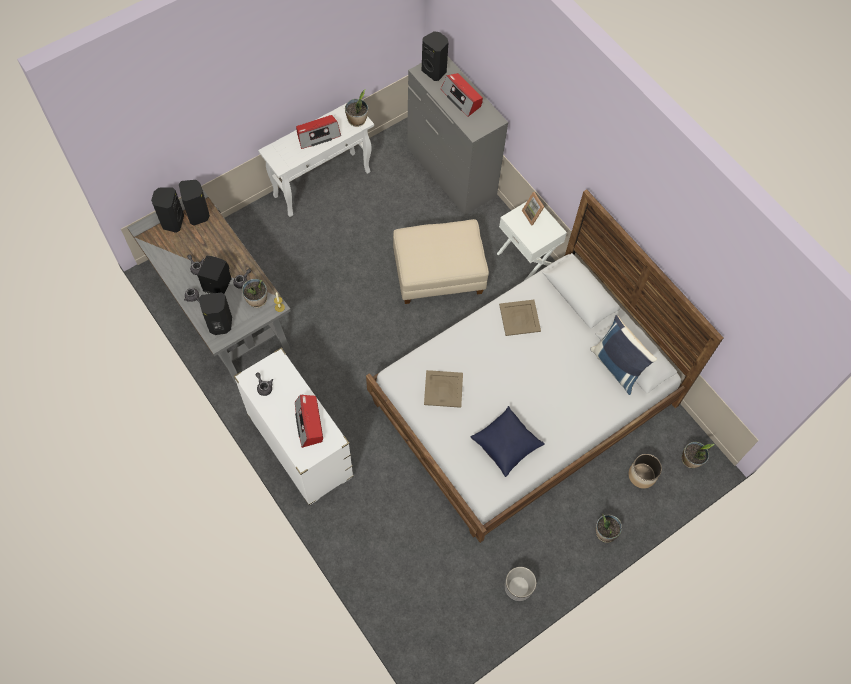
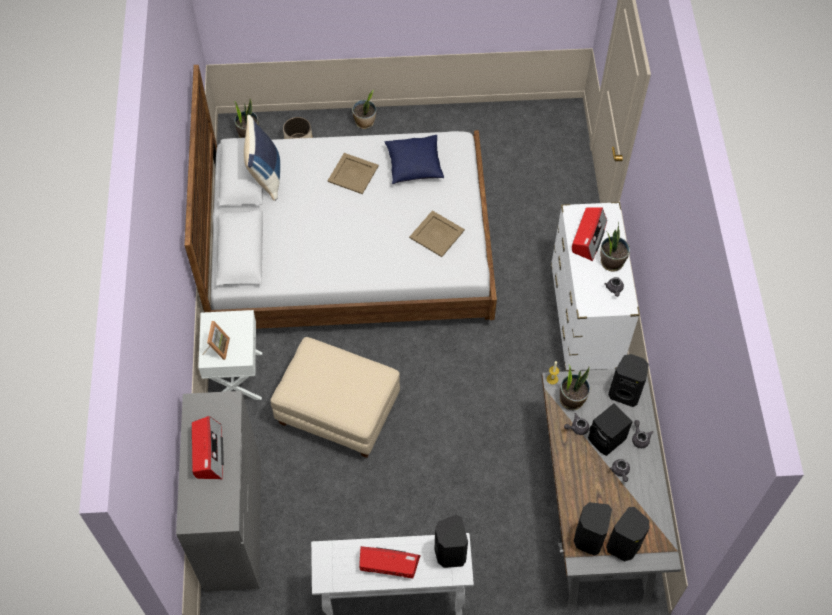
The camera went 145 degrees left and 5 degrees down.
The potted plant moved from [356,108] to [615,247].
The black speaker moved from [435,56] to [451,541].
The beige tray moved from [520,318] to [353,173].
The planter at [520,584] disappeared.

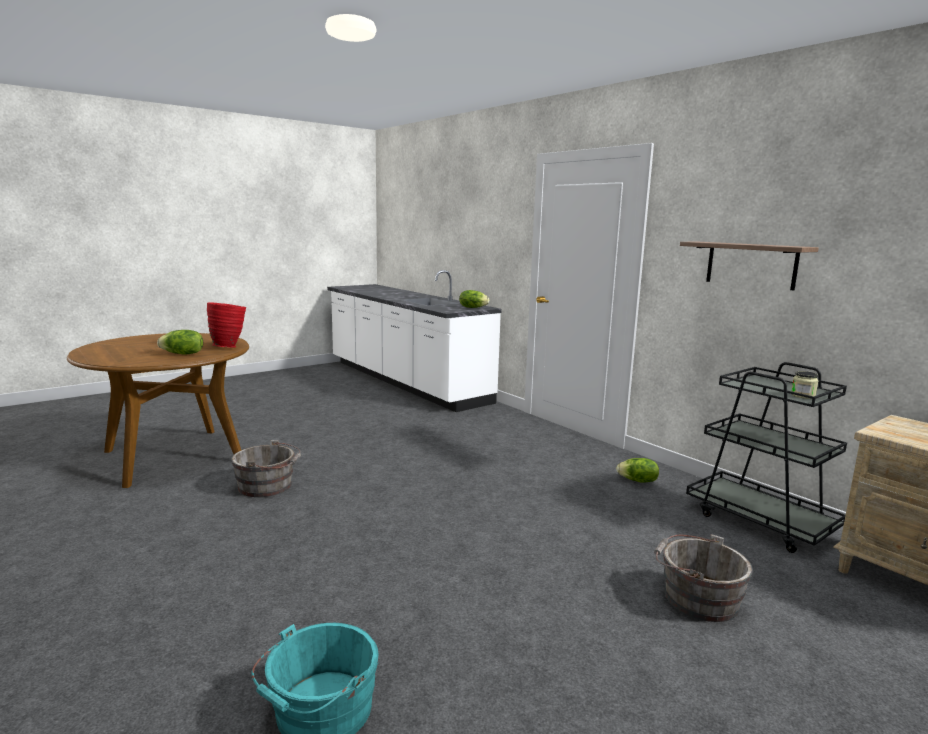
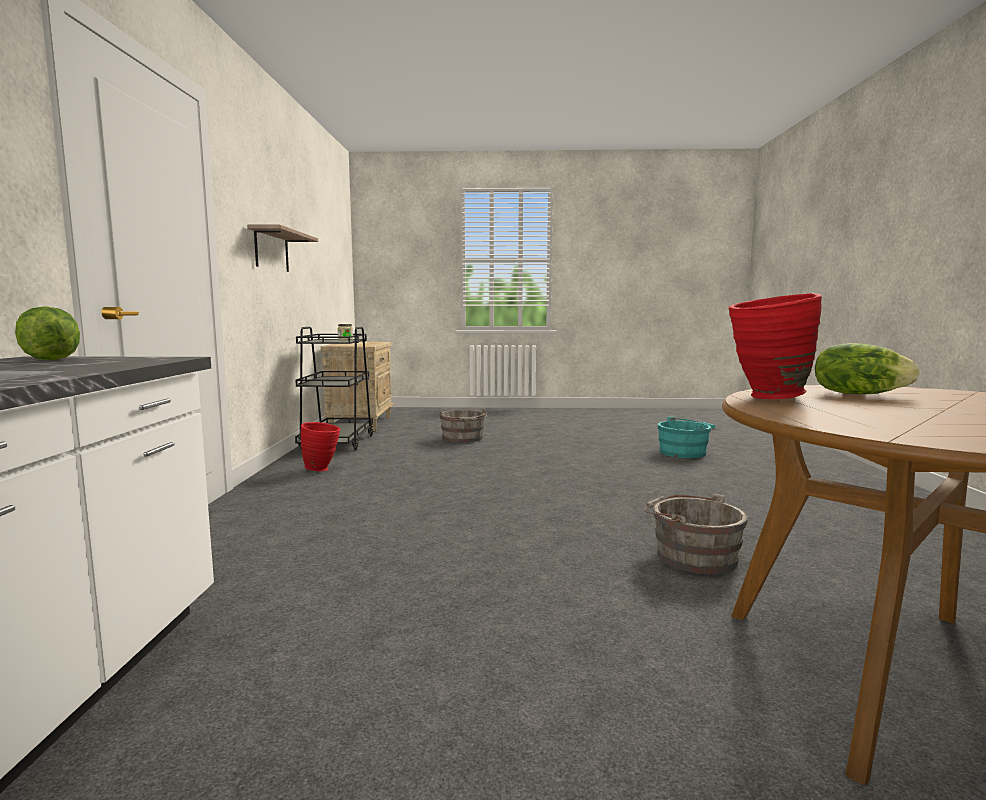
The camera went 140 degrees left and 5 degrees down.
The lettuce at [637,470] was replaced by the red vase at [320,447].

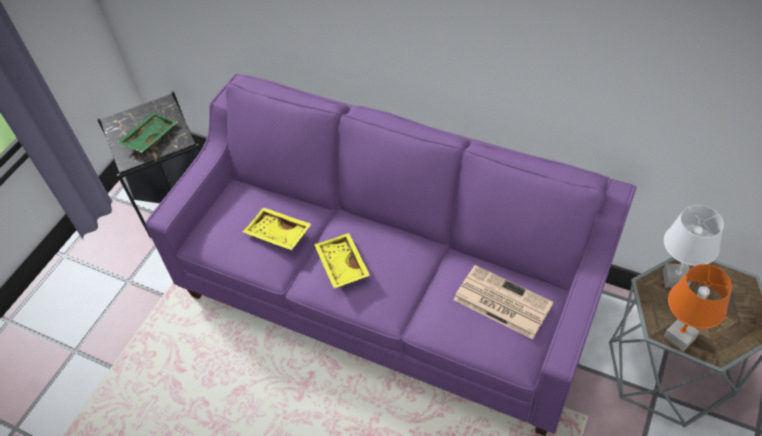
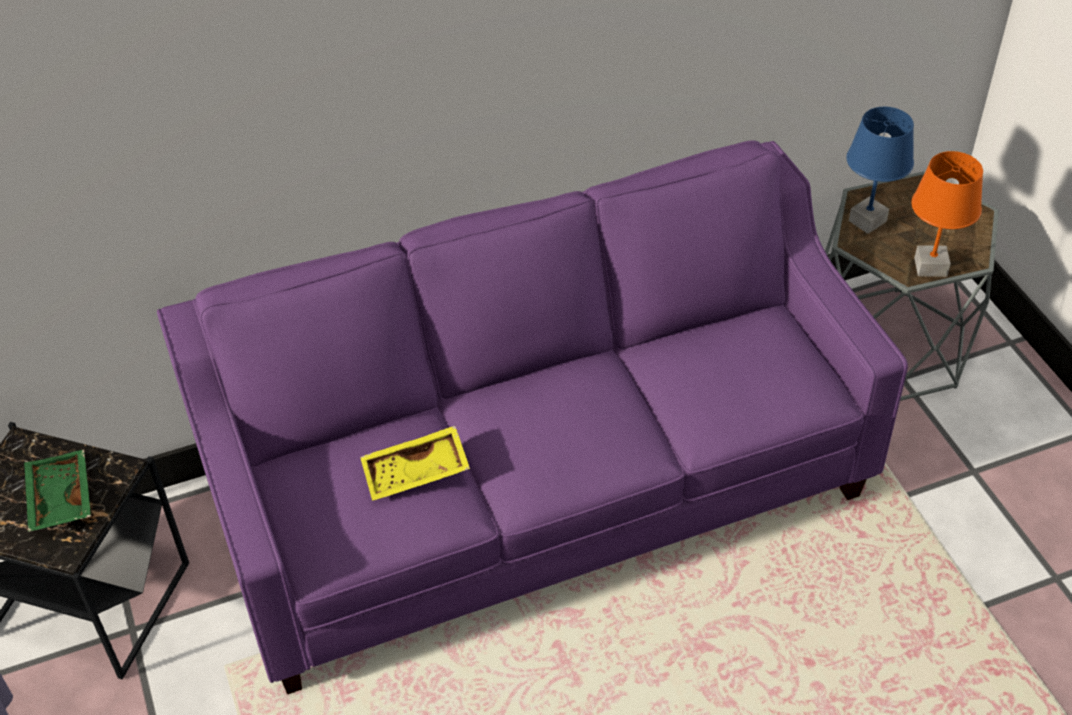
The camera went 50 degrees left and 5 degrees down.
The yellow tray at [342,260] disappeared.
The newspaper at [503,302] disappeared.
The white table lamp at [693,246] became the blue table lamp at [880,170].

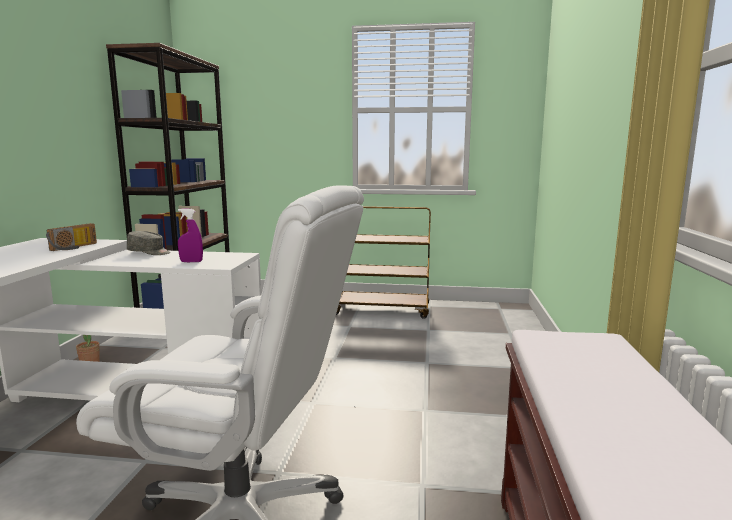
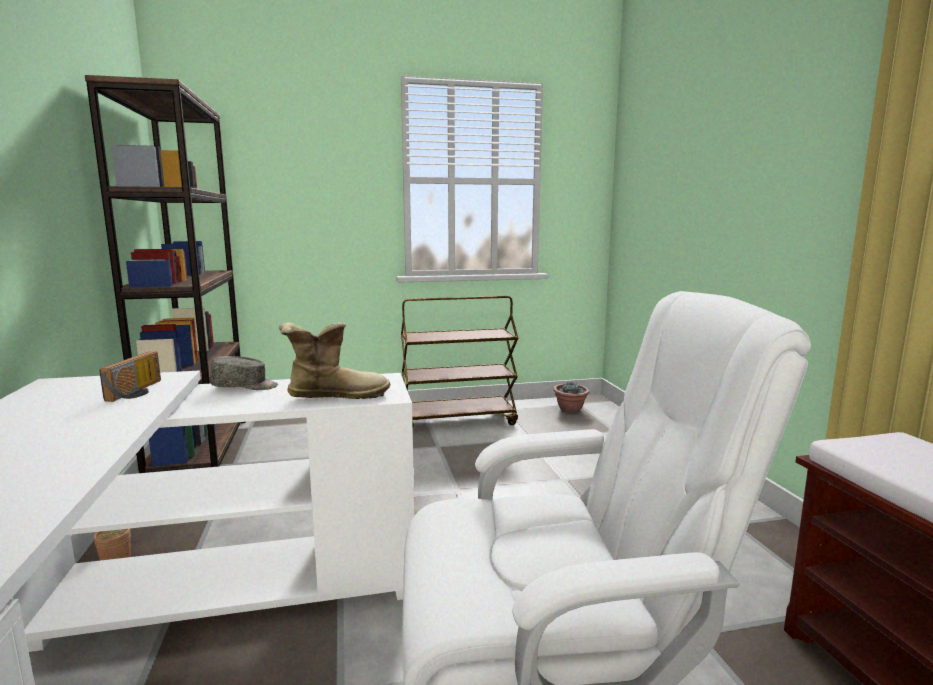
The camera went 20 degrees left and 0 degrees up.
The purple spray bottle at [190,235] was replaced by the boot at [334,360].
The potted plant at [571,397] appeared.

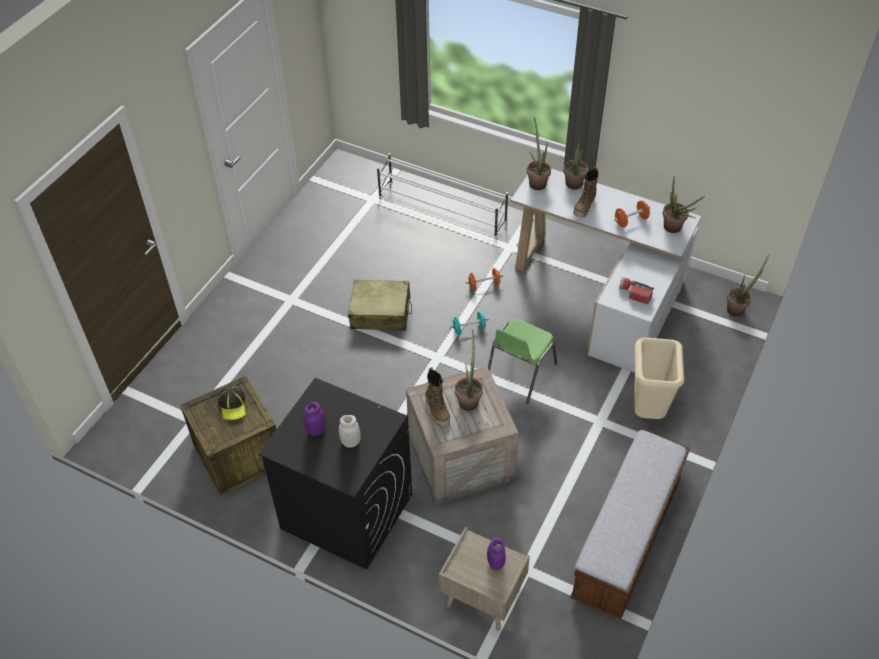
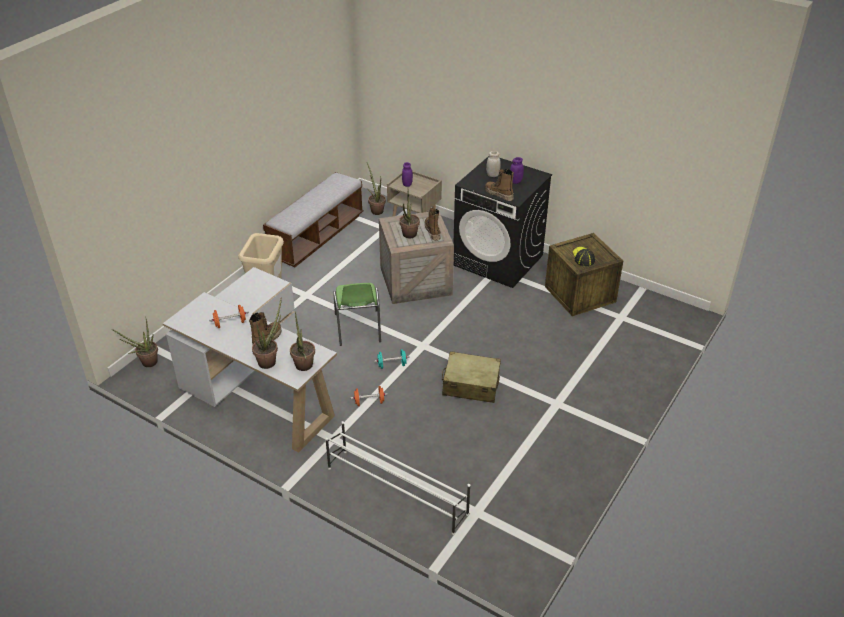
The camera went 175 degrees left and 10 degrees down.
The green chair at [522,361] turned 135 degrees clockwise.
The flashlight at [636,290] disappeared.
The potted plant moved from [684,205] to [376,189].
The boot at [499,185] appeared.

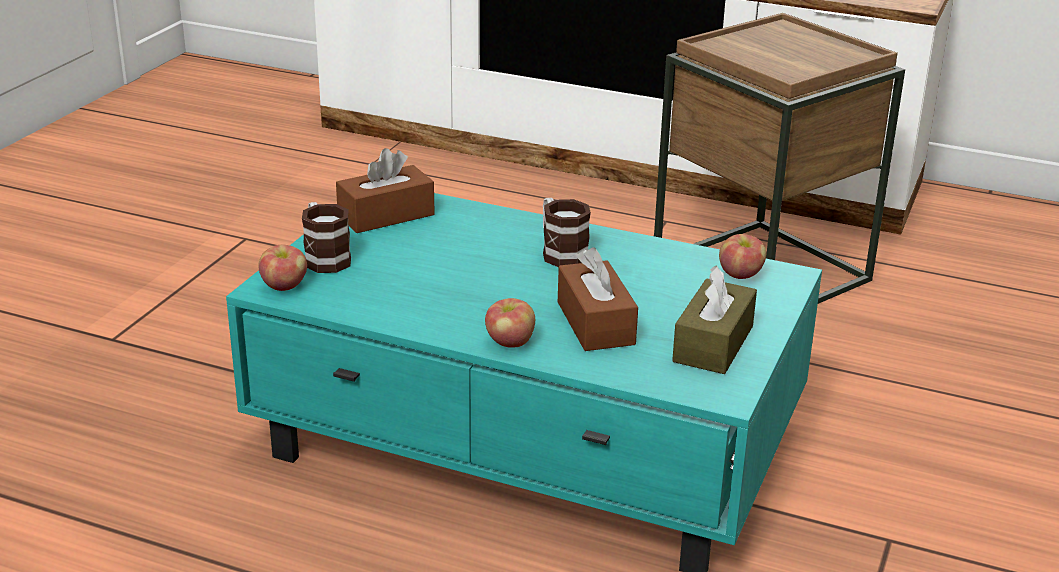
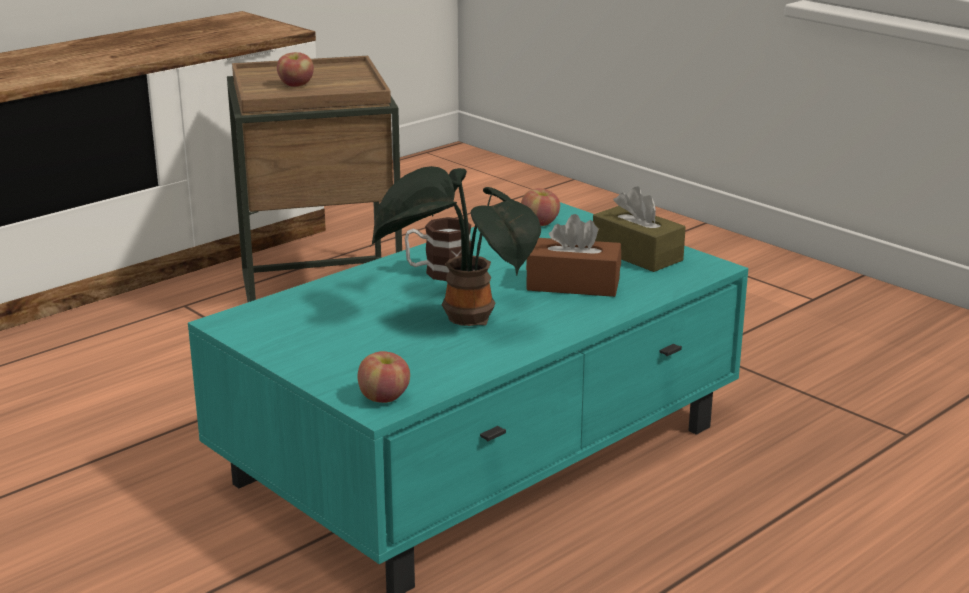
The camera went 65 degrees left and 5 degrees down.
The mug at [326,237] disappeared.
The brown tissue box at [385,190] disappeared.
The apple moved from [510,323] to [295,69].
The potted plant at [456,246] appeared.

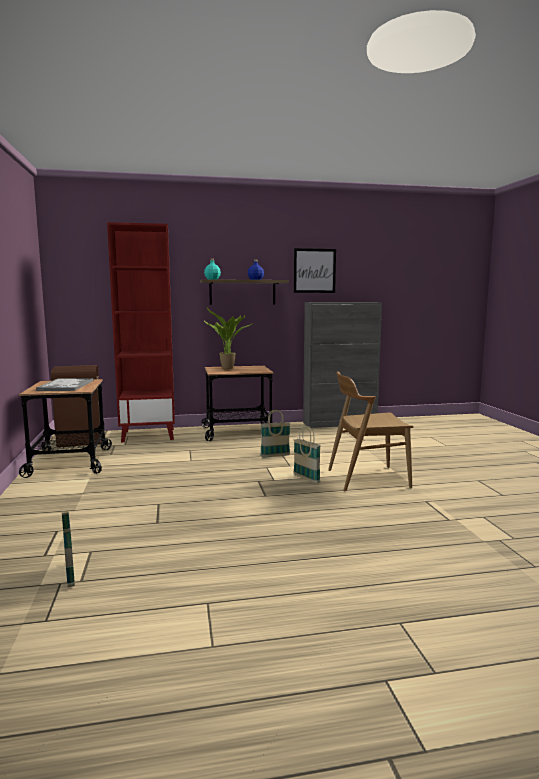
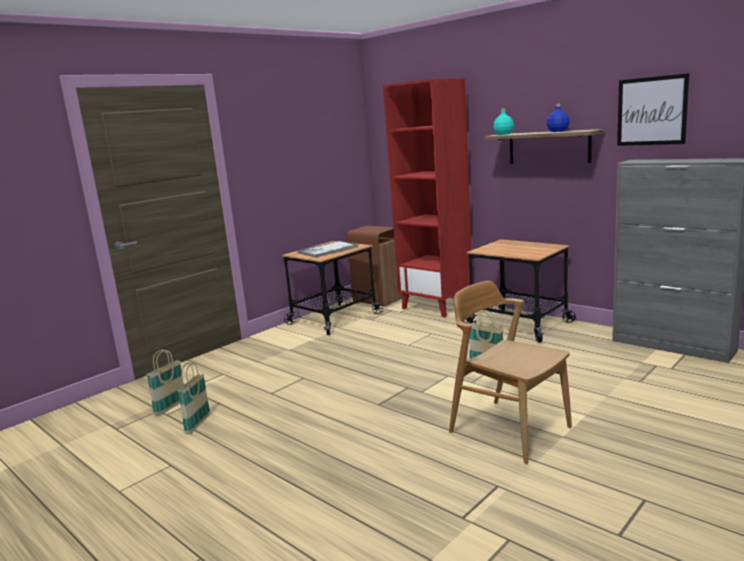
The camera went 55 degrees right and 5 degrees up.
The potted plant at [228,338] disappeared.
The basket moved from [307,454] to [193,398].

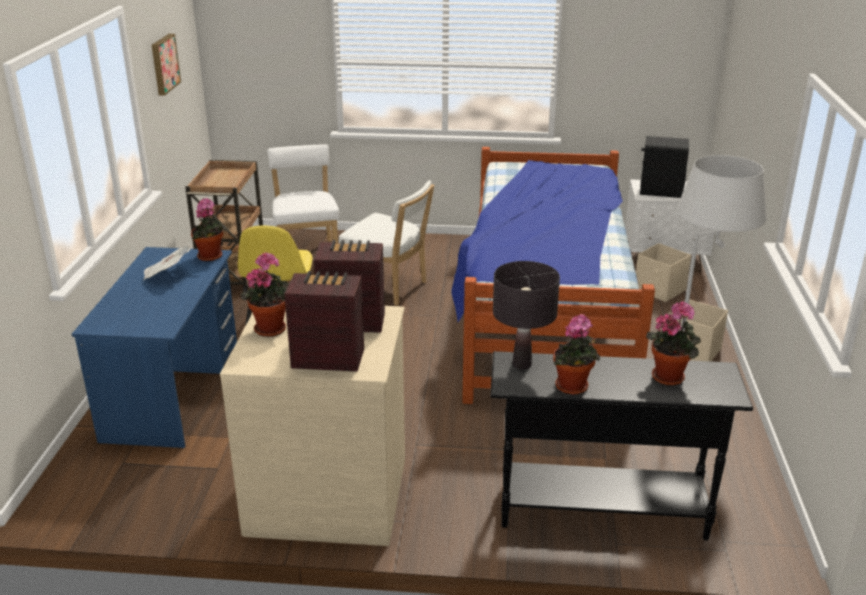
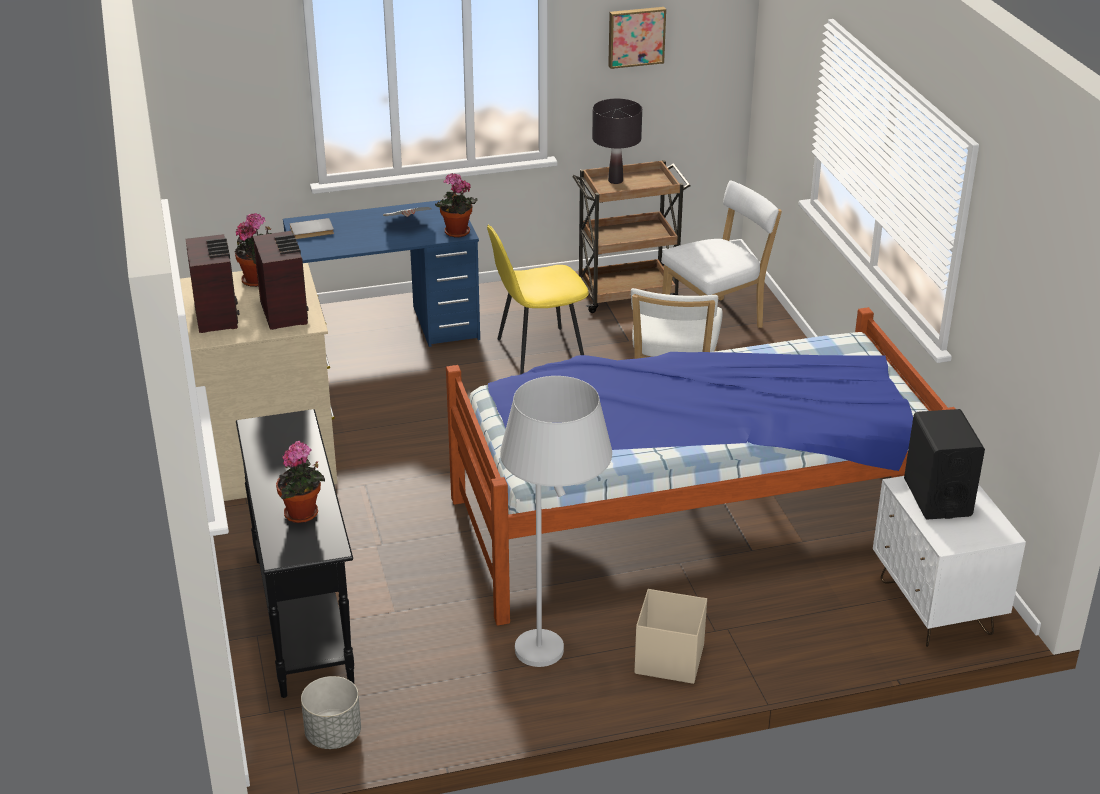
The camera went 70 degrees right and 5 degrees up.
The black table lamp moved from [526,315] to [617,141].
The potted plant at [576,354] disappeared.
The beige storage box at [663,272] disappeared.
The grey book at [312,228] appeared.
The grey planter at [331,712] appeared.

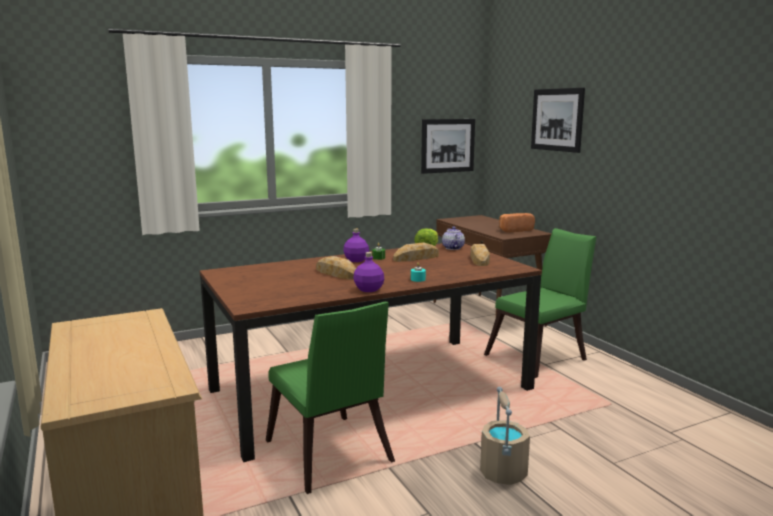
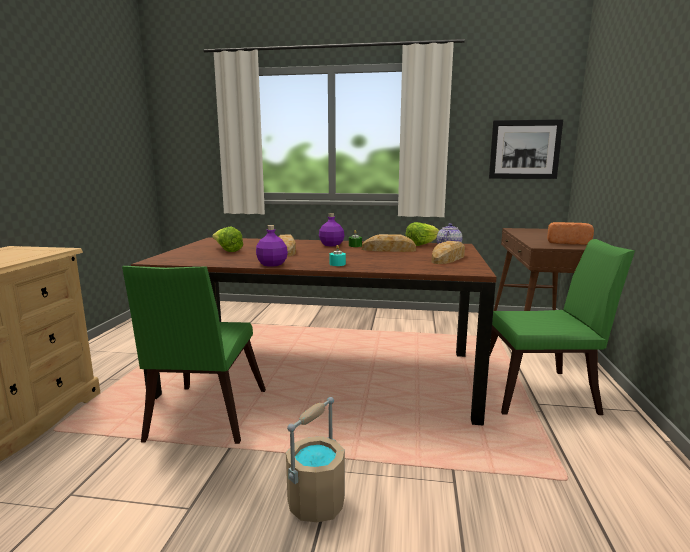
The camera went 35 degrees right and 0 degrees up.
The picture at [558,120] disappeared.
The lettuce at [227,239] appeared.

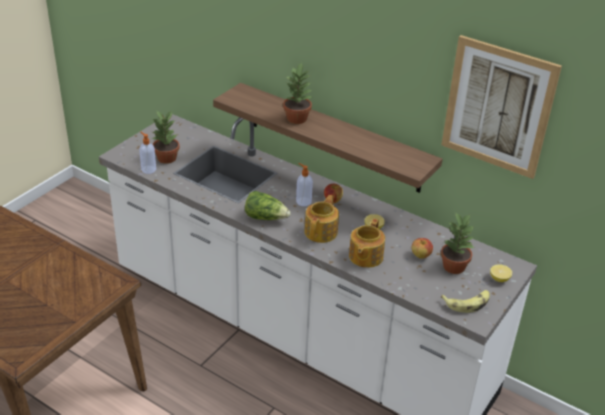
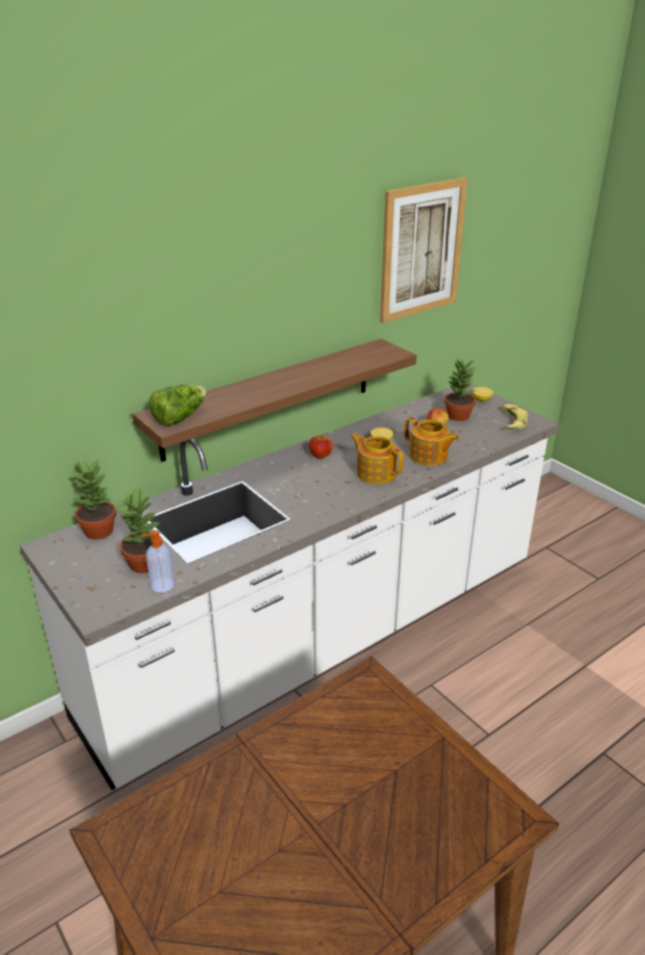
The camera went 70 degrees left and 5 degrees down.
The lettuce moved from [268,205] to [178,405].
The potted plant moved from [297,93] to [92,499].
The soap dispenser at [304,184] disappeared.

